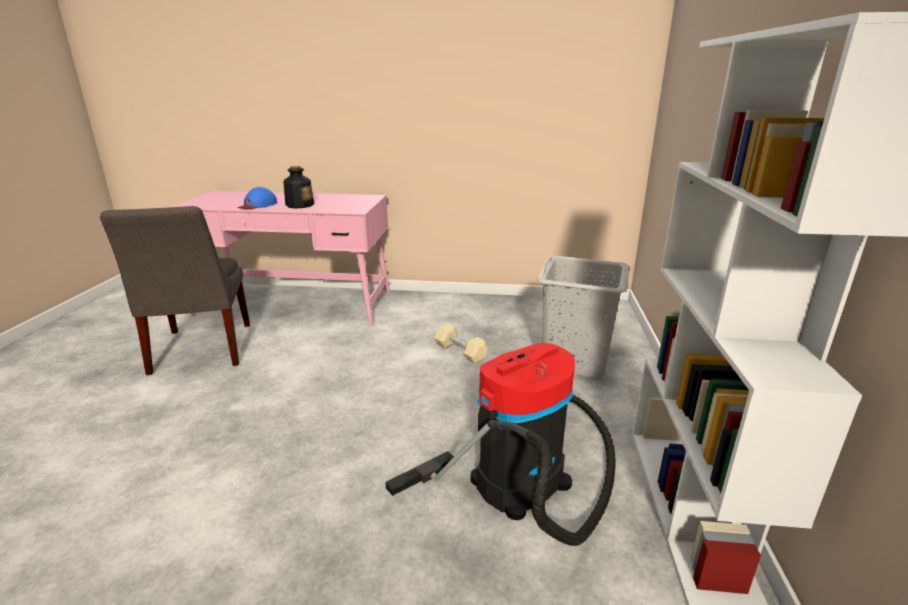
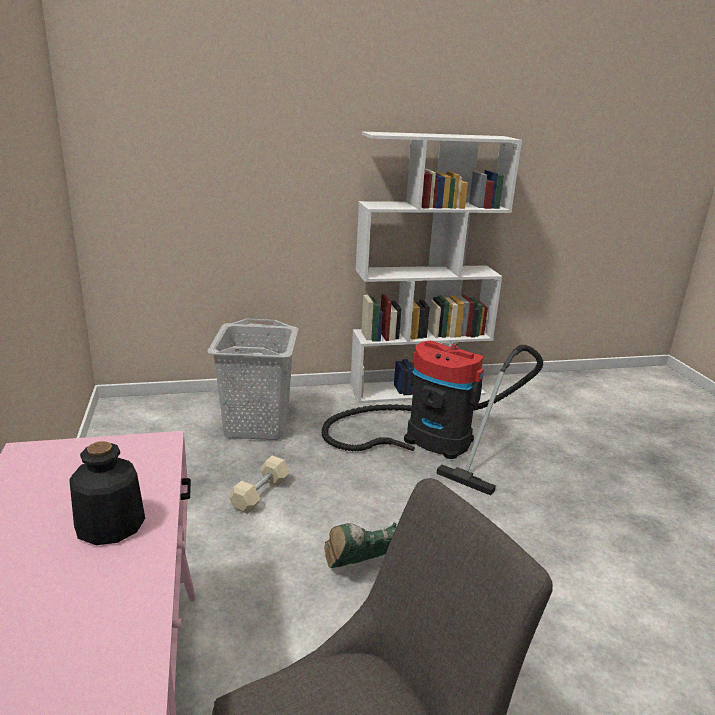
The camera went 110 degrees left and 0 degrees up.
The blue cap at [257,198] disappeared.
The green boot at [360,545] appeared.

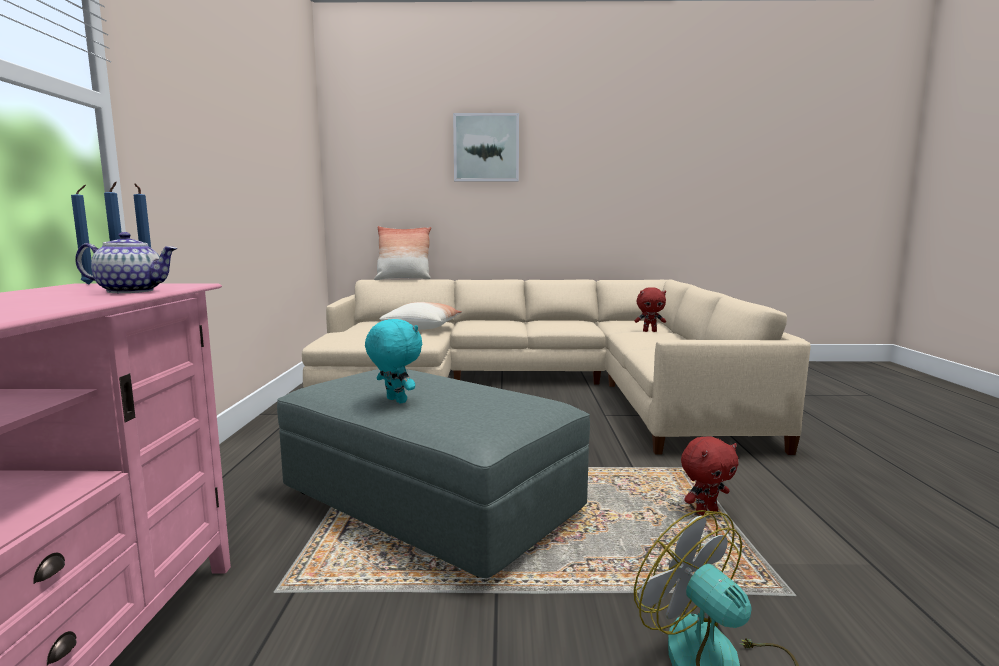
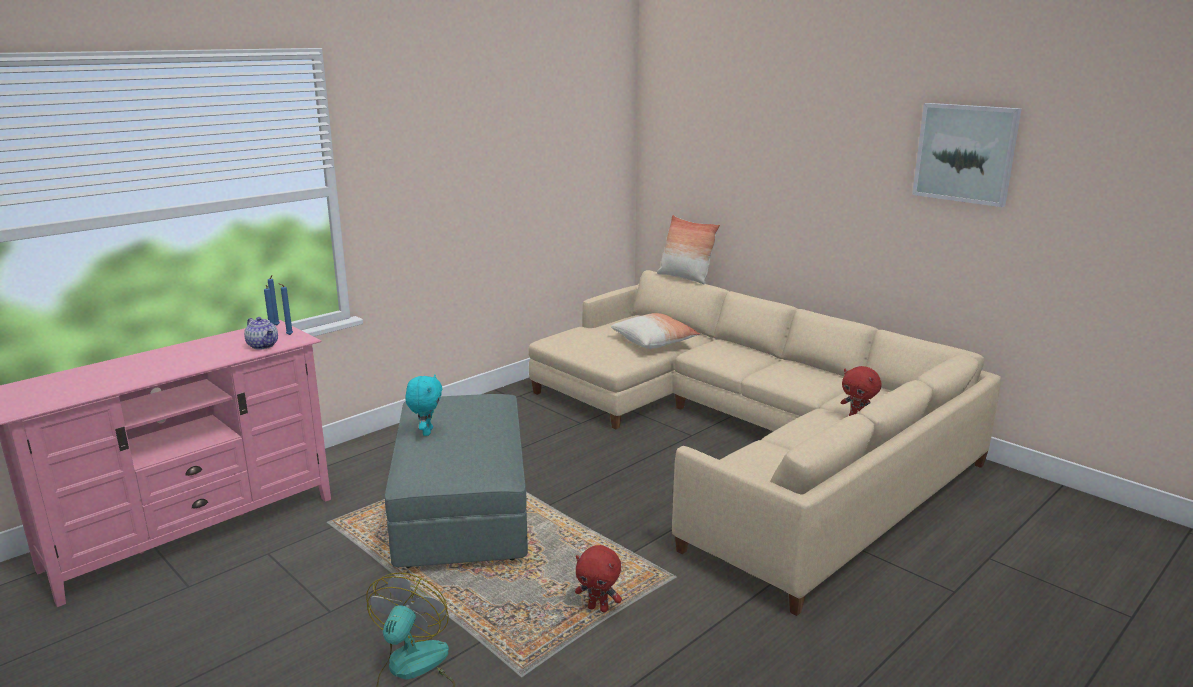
The camera went 45 degrees right and 10 degrees up.
The picture moved from [486,147] to [966,155].

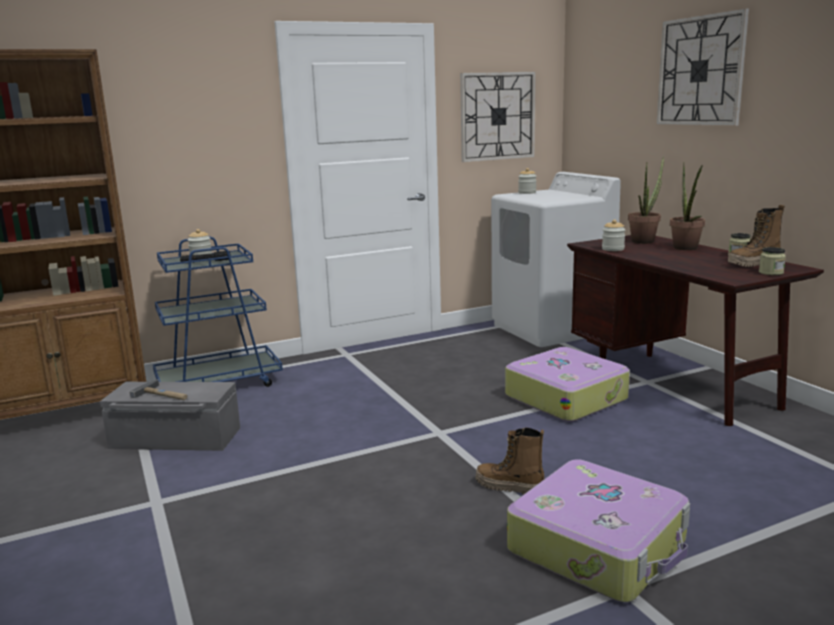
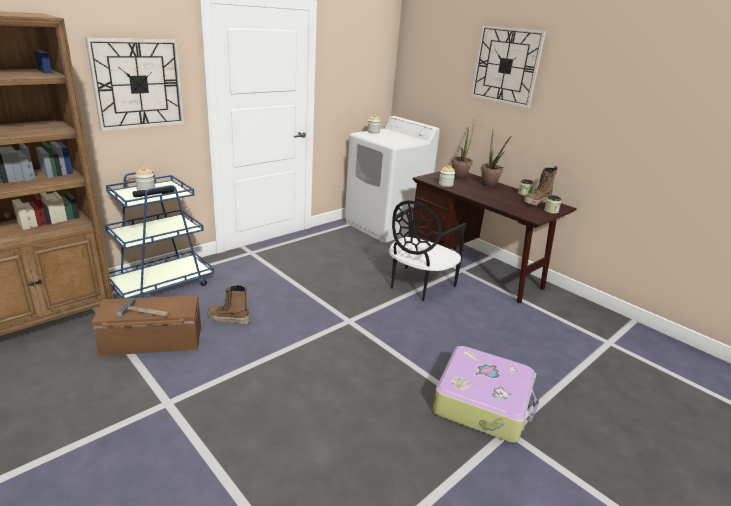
The camera went 20 degrees left and 10 degrees up.
The grey storage box at [170,416] became the brown storage box at [146,325].
The wall clock moved from [498,117] to [134,84].
The boot moved from [510,461] to [228,305].
The suitcase at [567,384] was replaced by the black chair at [427,250].

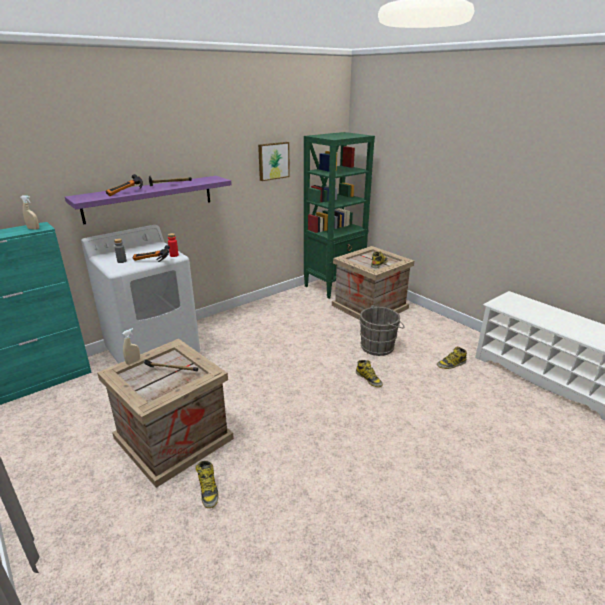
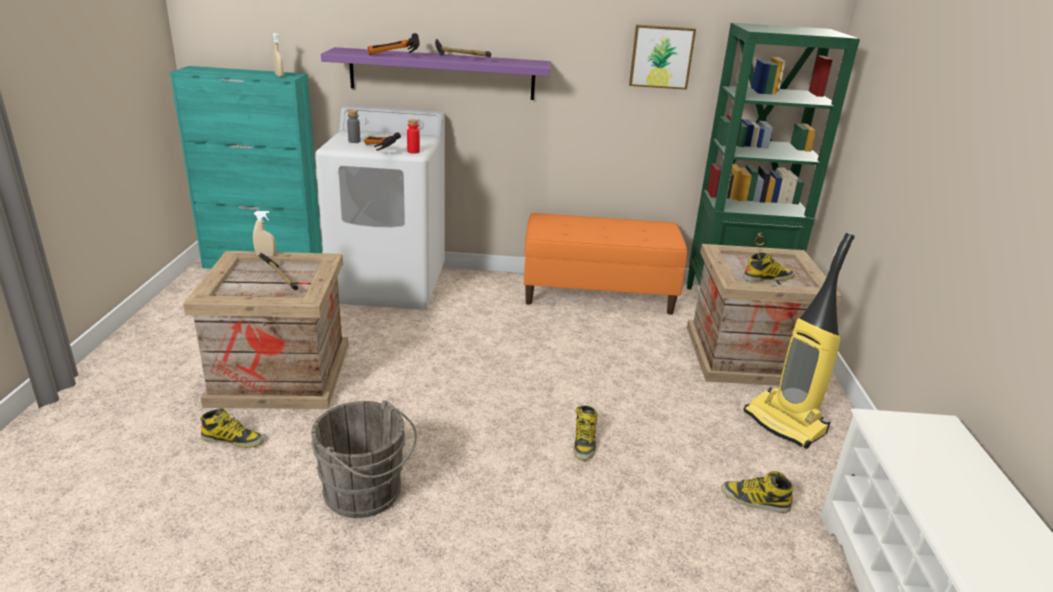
The camera went 40 degrees right and 0 degrees up.
The boot at [207,484] turned 105 degrees counterclockwise.
The grey bucket moved from [382,330] to [364,459].
The orange bench at [605,264] appeared.
The vacuum cleaner at [799,341] appeared.

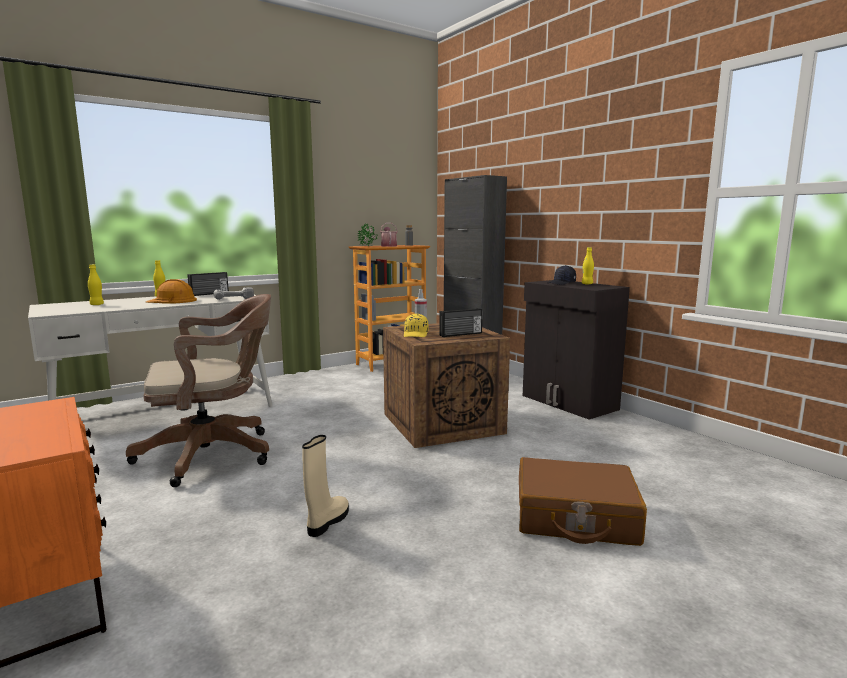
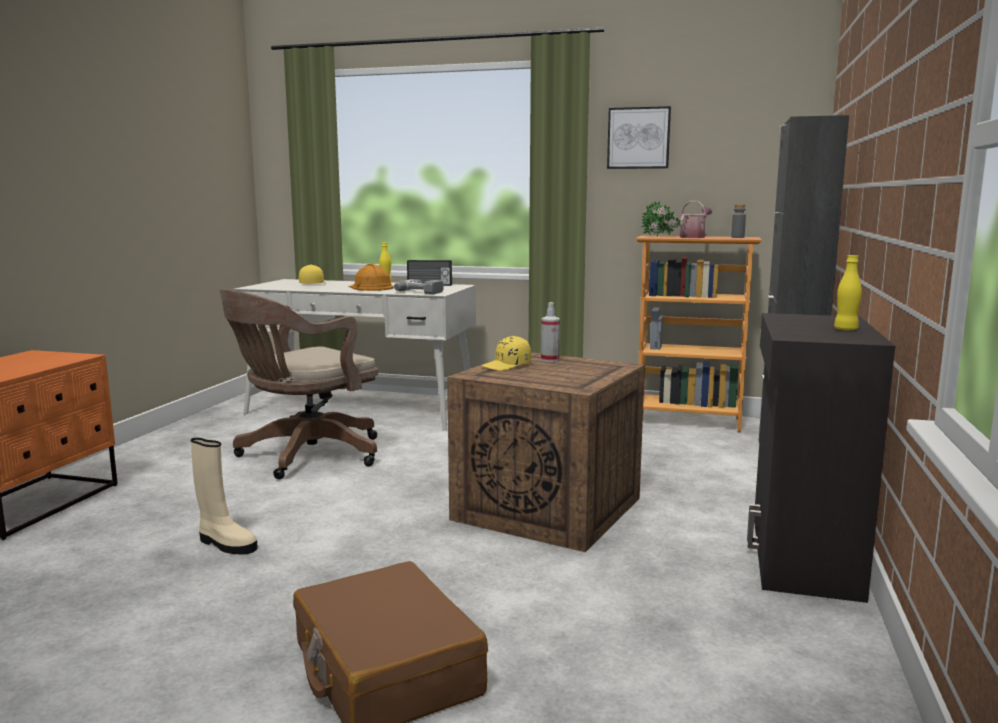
The camera went 50 degrees right and 0 degrees up.
The yellow bottle at [96,284] was replaced by the yellow cap at [312,274].
The brown office chair at [198,390] turned 105 degrees clockwise.
The beige boot at [325,486] turned 45 degrees clockwise.
The radio at [460,322] disappeared.
The black cap at [562,275] disappeared.
The picture at [639,137] appeared.

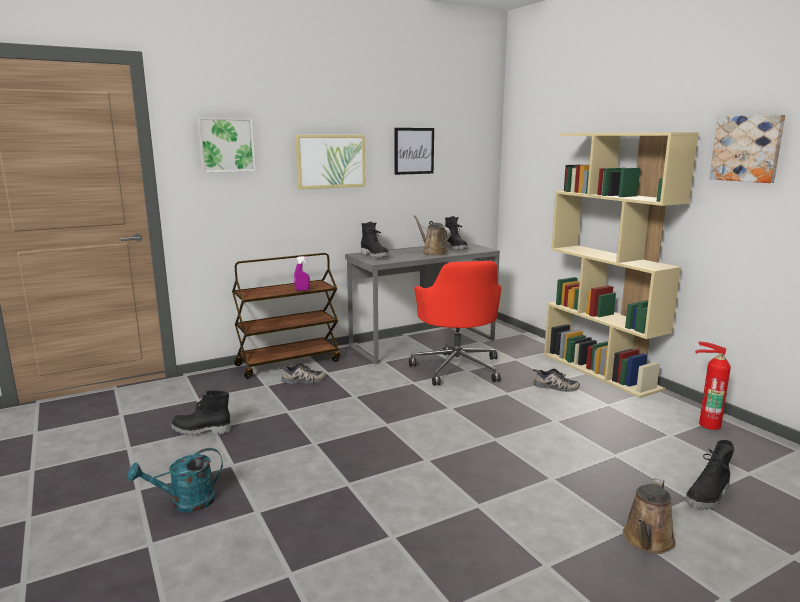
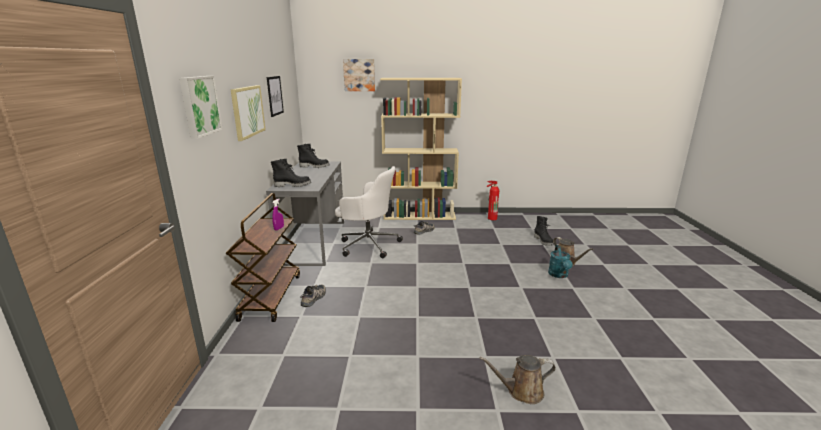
The camera went 60 degrees left and 5 degrees up.
The turquoise watering can moved from [175,480] to [560,261].
The black boot at [201,413] disappeared.
The red office chair at [455,323] became the white office chair at [369,212].
The brown watering can moved from [432,235] to [518,379].
The picture moved from [747,149] to [359,75].

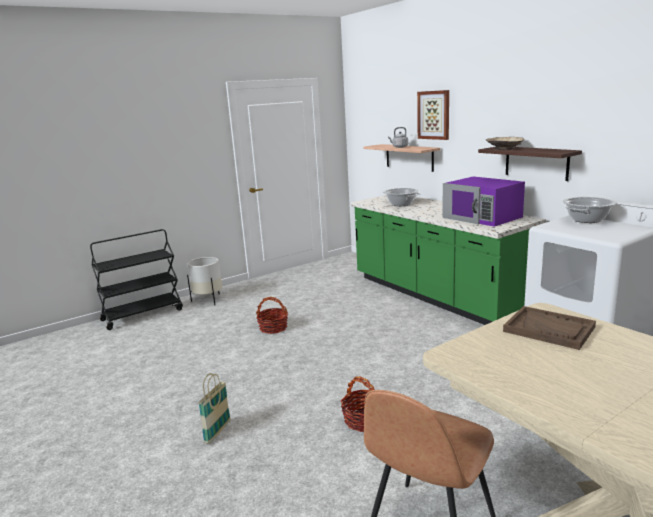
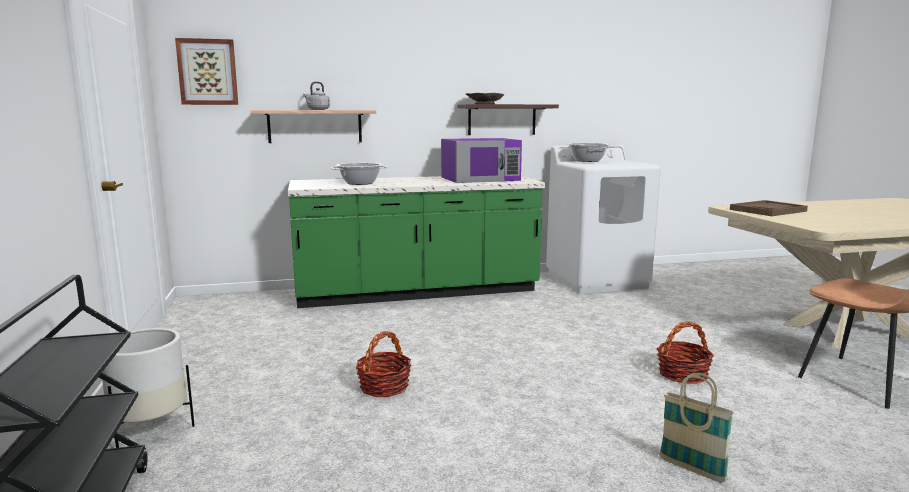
The camera went 70 degrees left and 5 degrees down.
The picture moved from [433,115] to [206,71].

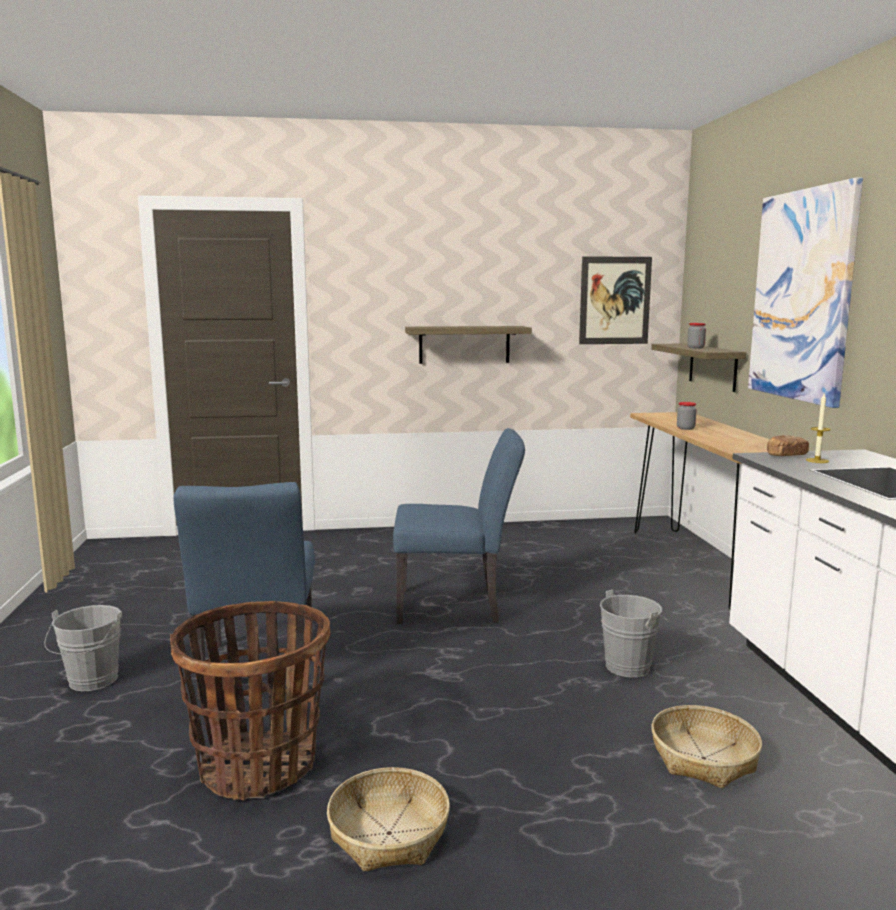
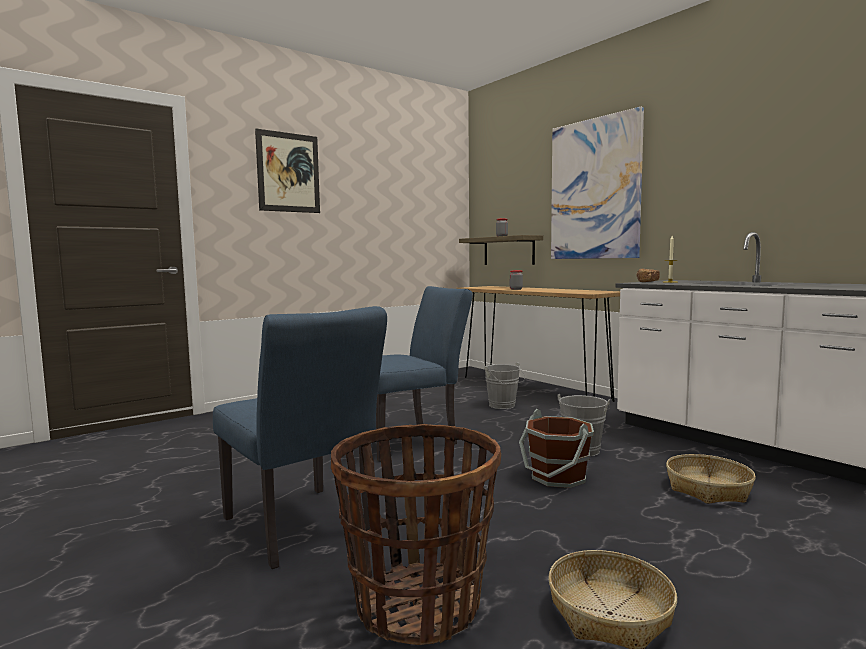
The camera went 30 degrees left and 5 degrees down.
The grey bucket moved from [83,648] to [504,385].
The shelf at [468,345] disappeared.
The picture moved from [615,300] to [287,170].
The brown bucket at [556,448] appeared.

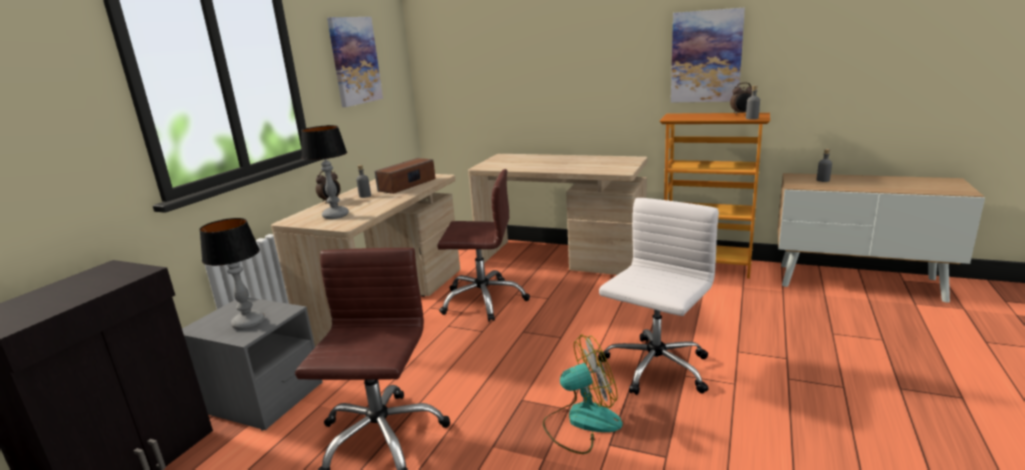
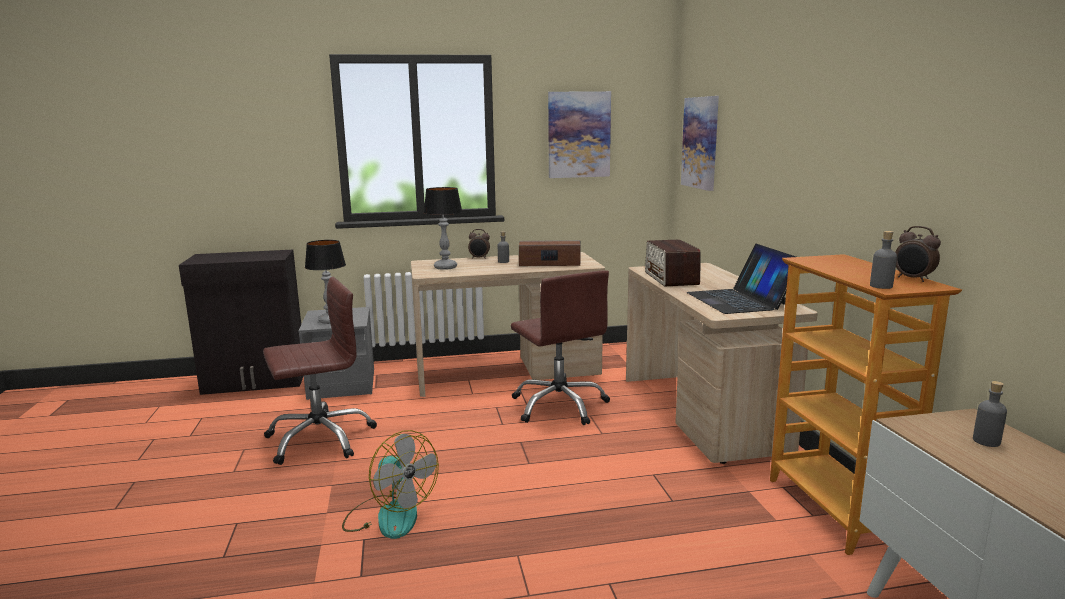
The camera went 55 degrees right and 5 degrees down.
The white office chair at [658,296] disappeared.
The picture moved from [708,54] to [700,143].
The radio at [673,263] appeared.
The laptop at [741,279] appeared.

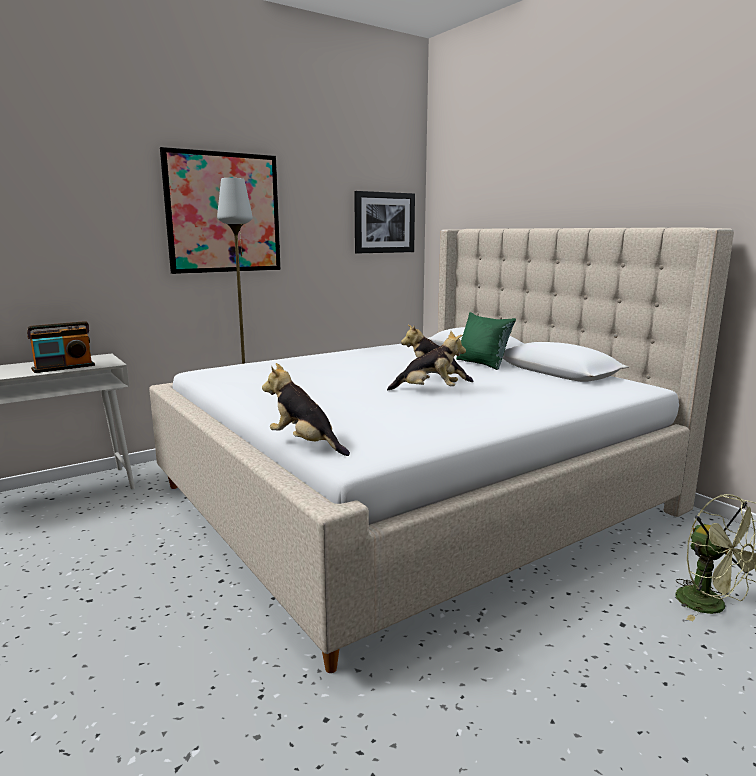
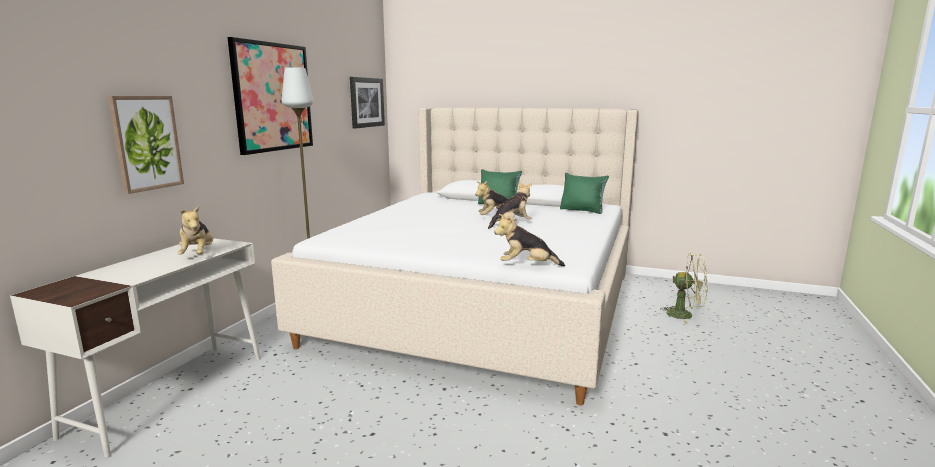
The camera went 35 degrees left and 0 degrees up.
The radio at [61,347] was replaced by the plush toy at [195,230].
The picture at [146,145] appeared.
The green pillow at [584,193] appeared.

